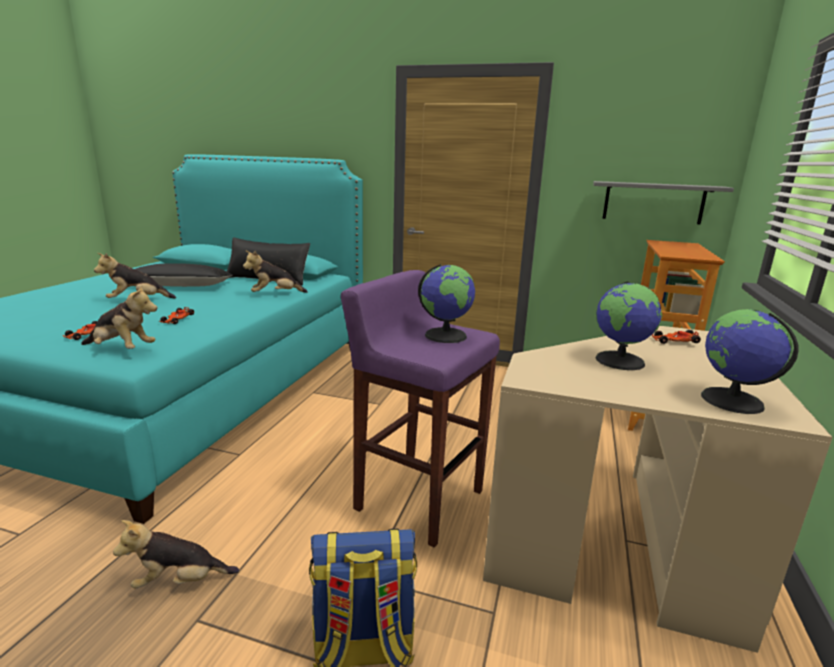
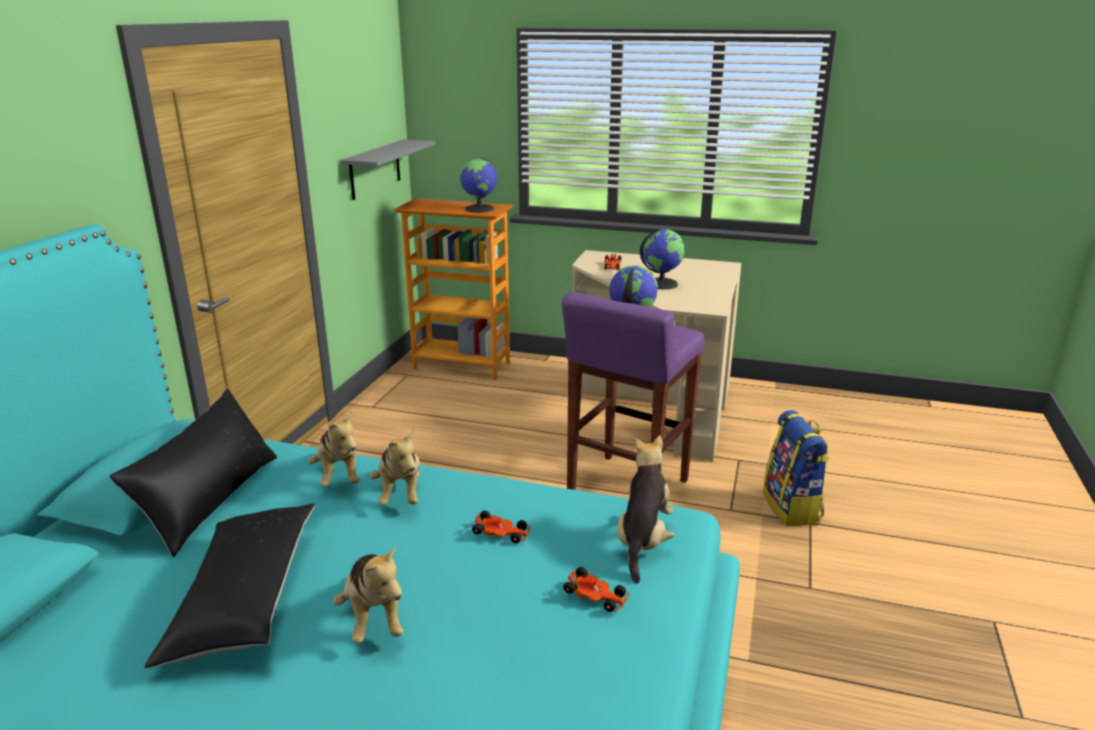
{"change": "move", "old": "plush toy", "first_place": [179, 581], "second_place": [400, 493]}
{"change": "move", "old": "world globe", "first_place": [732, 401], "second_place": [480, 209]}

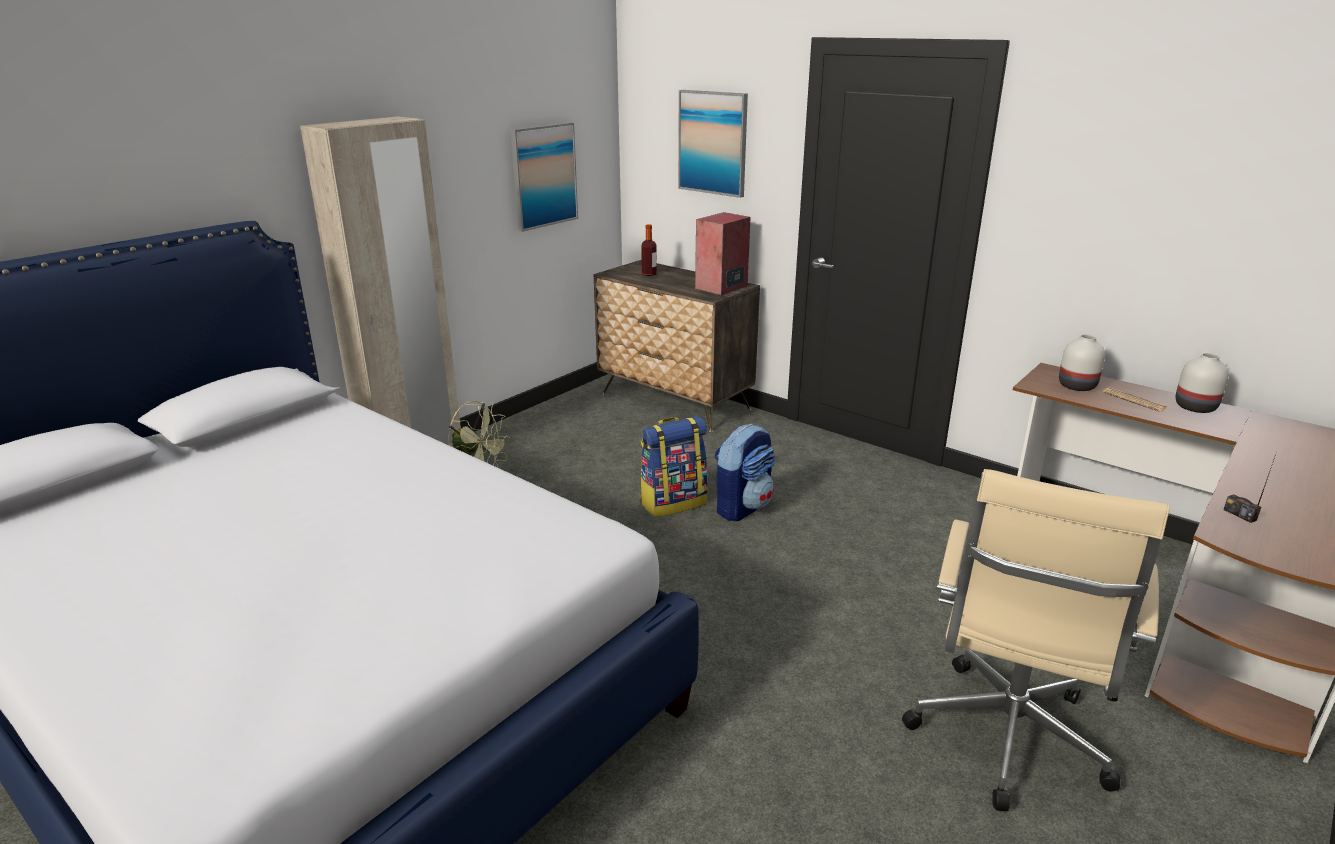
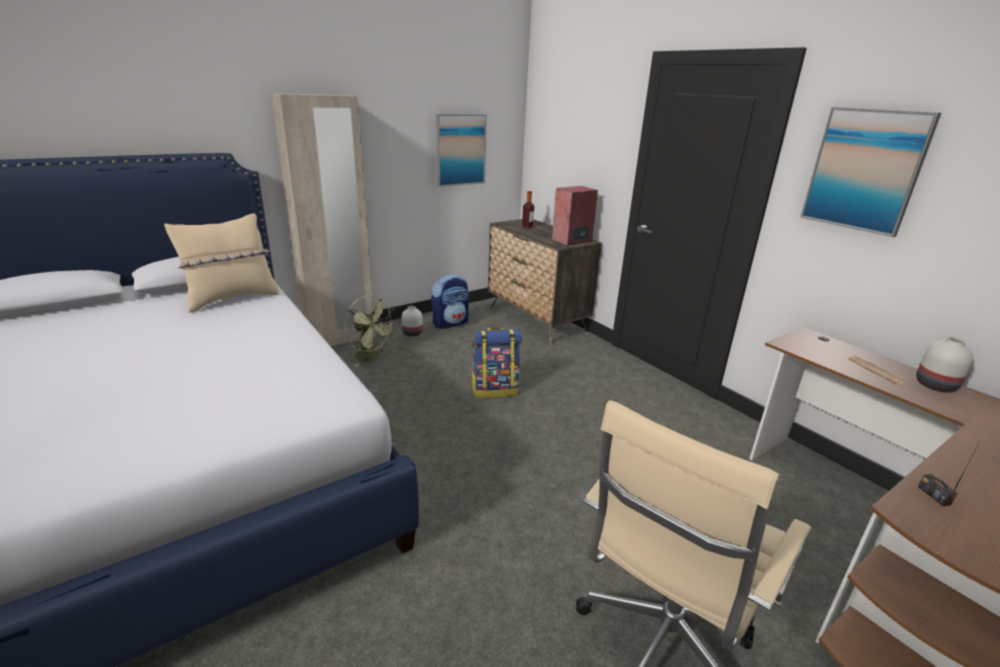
{"change": "insert", "new": "cushion in sand-coloured", "second_place": [232, 299]}
{"change": "move", "old": "wall art", "first_place": [713, 143], "second_place": [865, 170]}
{"change": "move", "old": "rucksack", "first_place": [742, 507], "second_place": [451, 323]}
{"change": "move", "old": "flower vase in white-coloured", "first_place": [1078, 386], "second_place": [413, 333]}

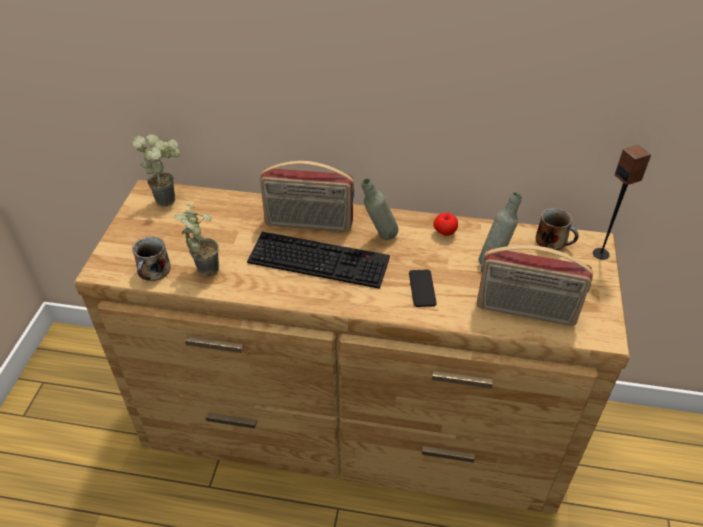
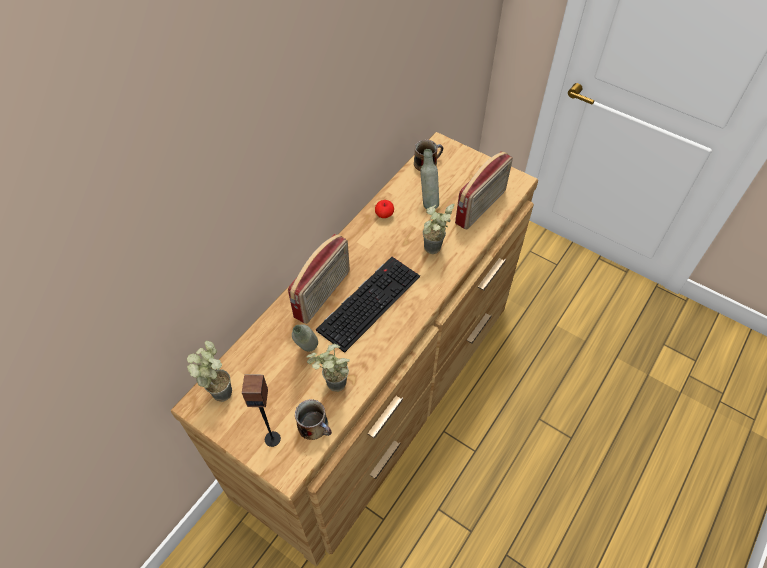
{"change": "move", "old": "bottle in grey", "first_place": [379, 237], "second_place": [307, 353]}
{"change": "move", "old": "speaker", "first_place": [601, 254], "second_place": [272, 438]}
{"change": "replace", "old": "phone", "new": "houseplant", "first_place": [422, 288], "second_place": [432, 252]}

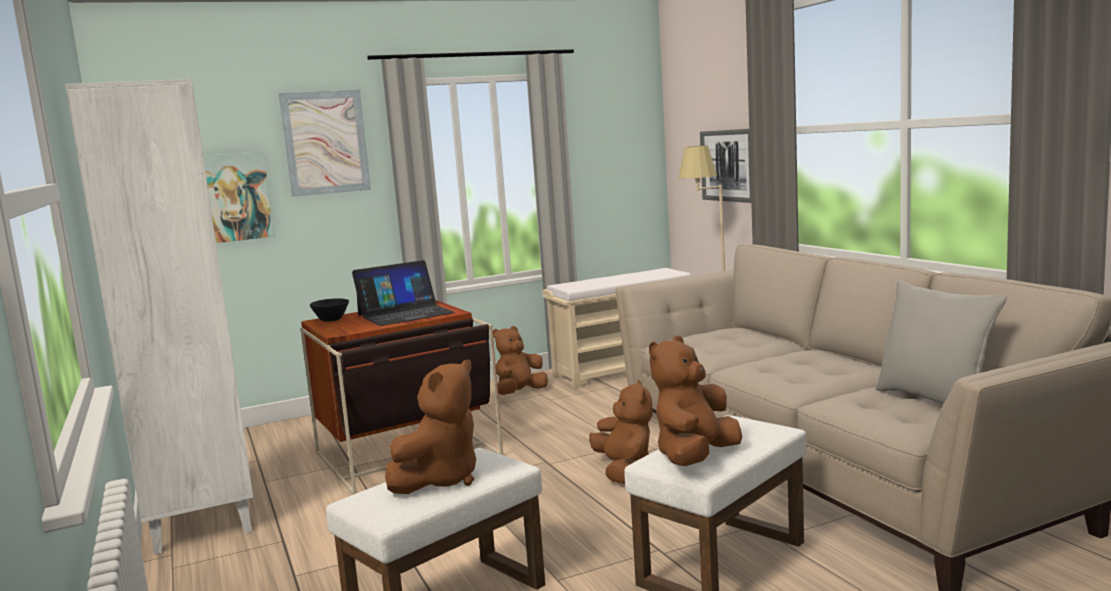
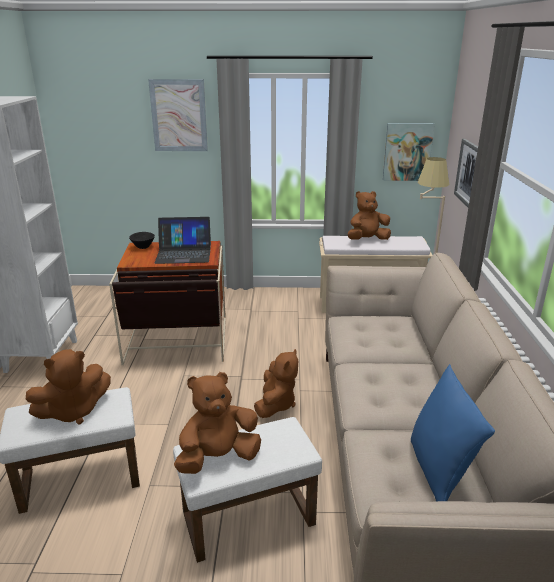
{"change": "move", "old": "wall art", "first_place": [232, 197], "second_place": [407, 152]}
{"change": "move", "old": "plush toy in brownish", "first_place": [519, 393], "second_place": [367, 240]}
{"change": "recolor", "old": "cushion in grey", "new": "cushion in blue-coloured", "first_place": [935, 400], "second_place": [439, 472]}

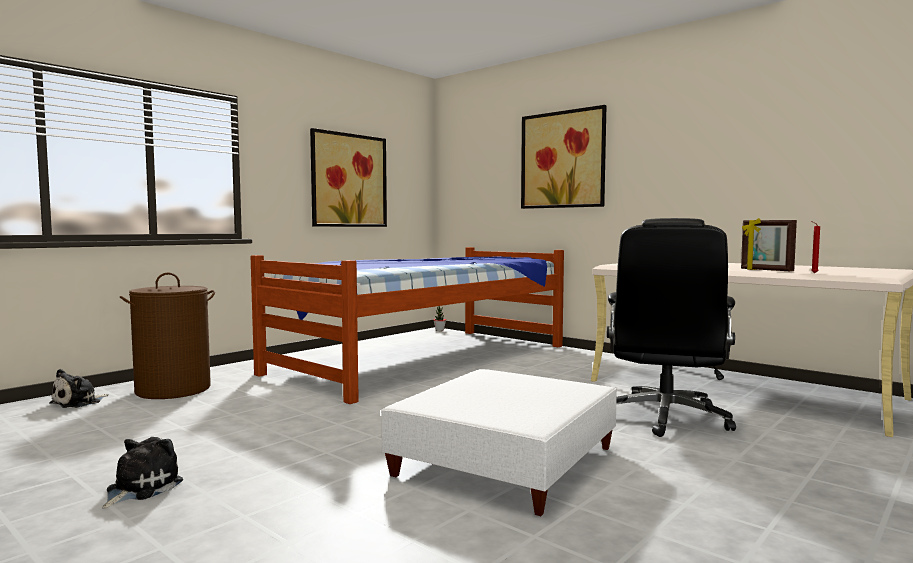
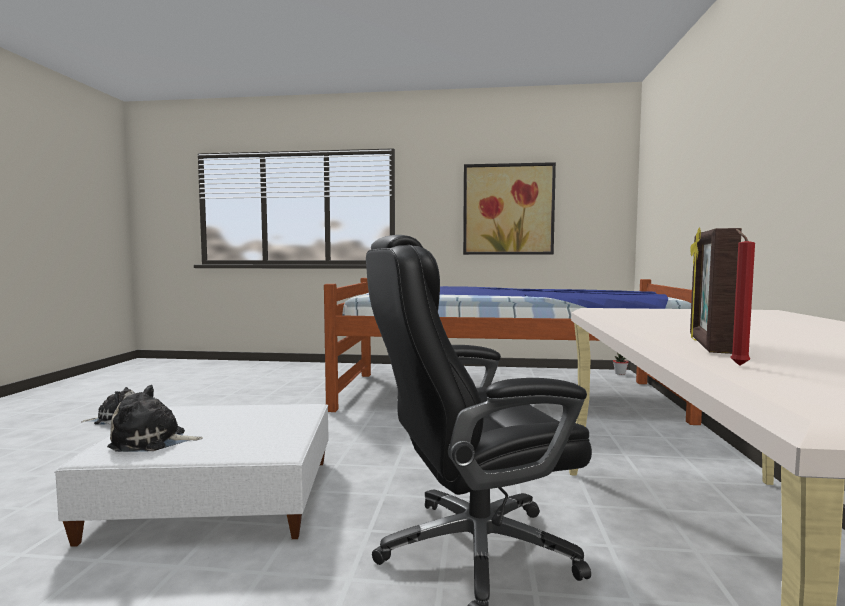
{"change": "delete", "old": "washing basket in brownish", "first_place": [173, 389]}
{"change": "delete", "old": "wall art", "first_place": [562, 160]}
{"change": "move", "old": "plush toy", "first_place": [79, 402], "second_place": [152, 441]}

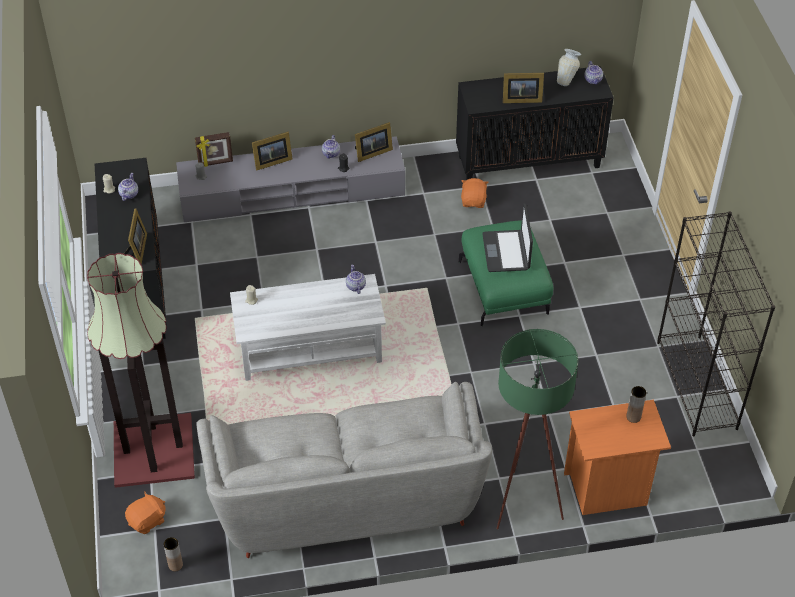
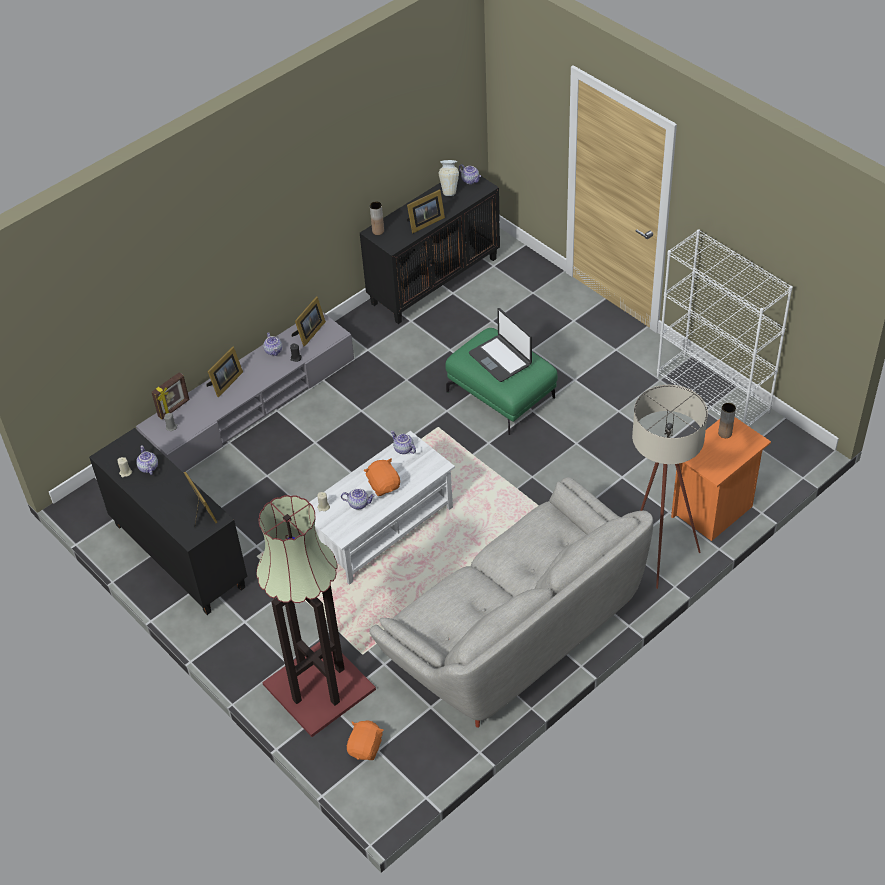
{"change": "insert", "new": "teapot", "second_place": [359, 503]}
{"change": "move", "old": "flower vase in brownish", "first_place": [175, 565], "second_place": [378, 231]}
{"change": "move", "old": "plush toy in orange-coloured", "first_place": [473, 201], "second_place": [384, 485]}
{"change": "recolor", "old": "floor lamp in green-coloured", "new": "floor lamp in sand-coloured", "first_place": [522, 499], "second_place": [656, 554]}
{"change": "recolor", "old": "shelving unit in black", "new": "shelving unit in white-coloured", "first_place": [697, 385], "second_place": [713, 394]}

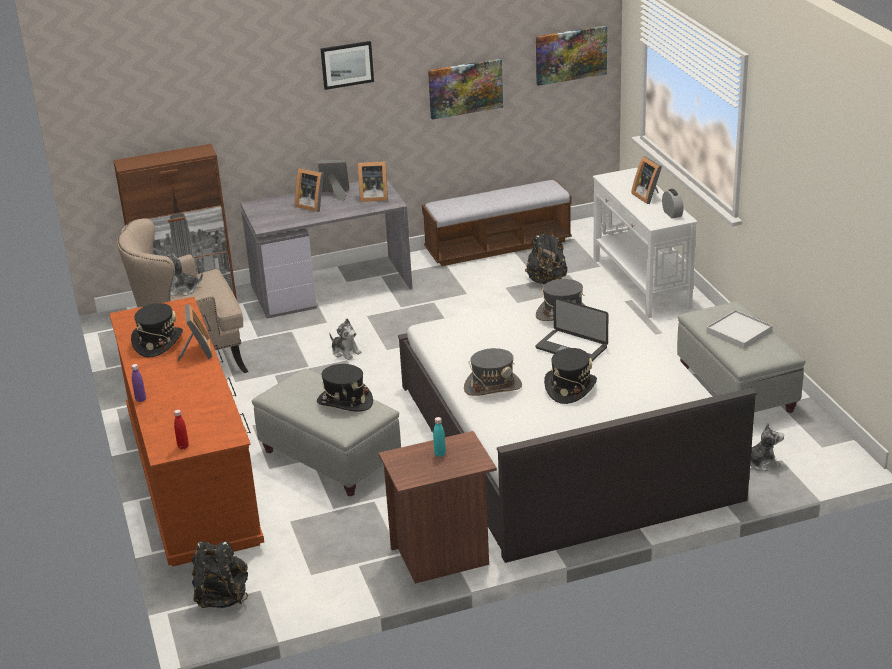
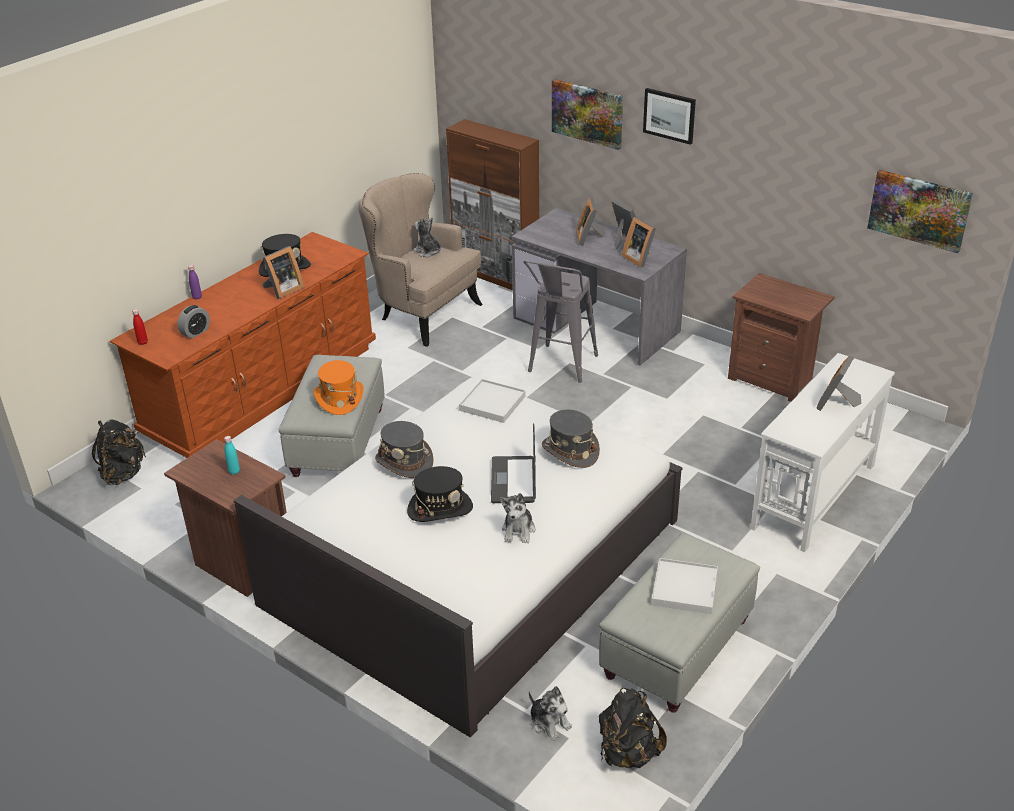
{"change": "insert", "new": "carrying tray in white-coloured", "second_place": [492, 403]}
{"change": "insert", "new": "sitting stool in grey", "second_place": [560, 368]}
{"change": "move", "old": "plush toy", "first_place": [345, 352], "second_place": [518, 530]}
{"change": "move", "old": "wall art", "first_place": [465, 88], "second_place": [587, 113]}
{"change": "move", "old": "rucksack in black", "first_place": [547, 281], "second_place": [628, 753]}
{"change": "move", "old": "alarm clock", "first_place": [672, 214], "second_place": [195, 332]}
{"change": "replace", "old": "bench", "new": "nightstand in brownish", "first_place": [498, 246], "second_place": [773, 379]}
{"change": "recolor", "old": "hat in black", "new": "hat in orange-coloured", "first_place": [344, 402], "second_place": [339, 398]}

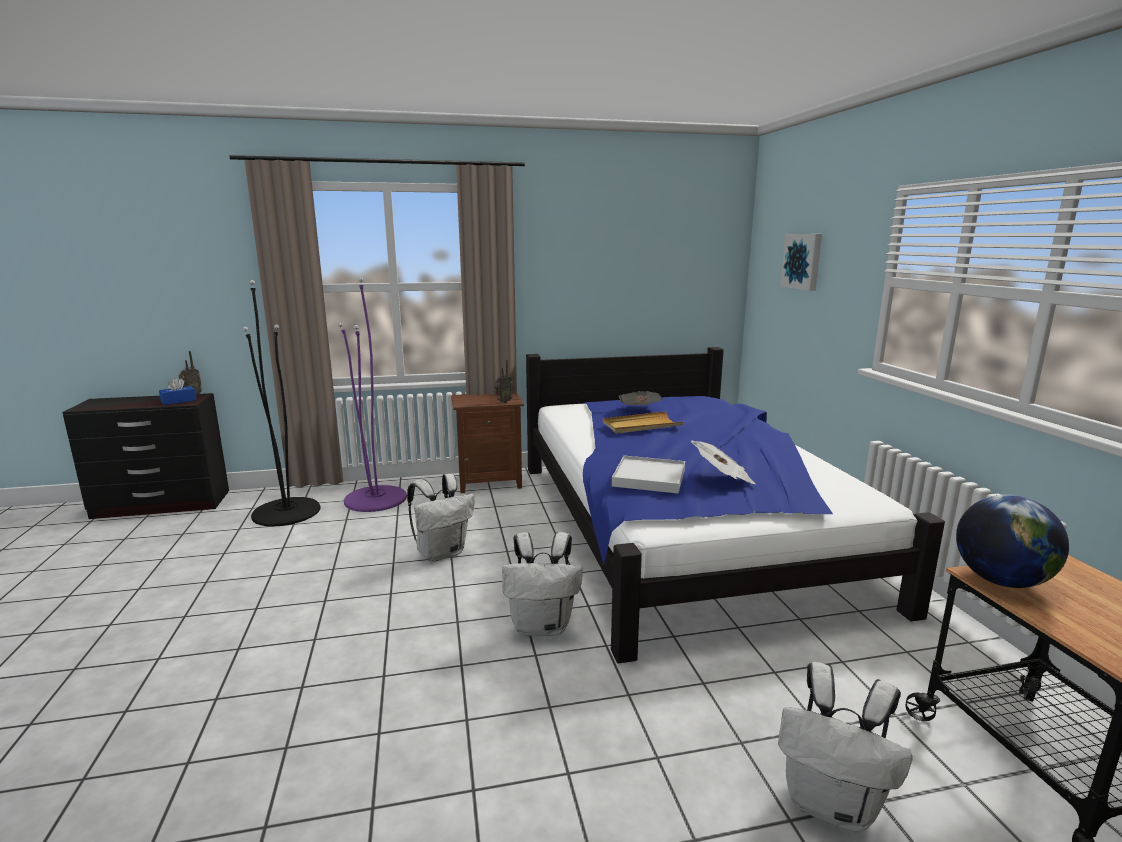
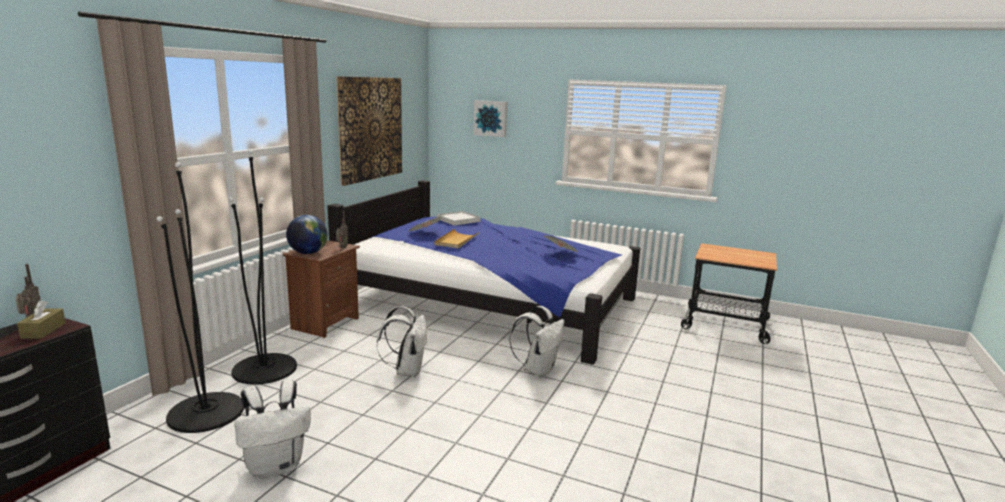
{"change": "insert", "new": "wall art", "second_place": [370, 129]}
{"change": "move", "old": "carrying tray in white-coloured", "first_place": [649, 478], "second_place": [458, 220]}
{"change": "move", "old": "rucksack in white-coloured", "first_place": [832, 804], "second_place": [276, 466]}
{"change": "move", "old": "world globe", "first_place": [1001, 581], "second_place": [308, 253]}
{"change": "recolor", "old": "tissue box in blue-coloured", "new": "tissue box in brownish", "first_place": [178, 401], "second_place": [43, 330]}
{"change": "recolor", "old": "floor lamp in purplish", "new": "floor lamp in black", "first_place": [375, 499], "second_place": [264, 369]}

